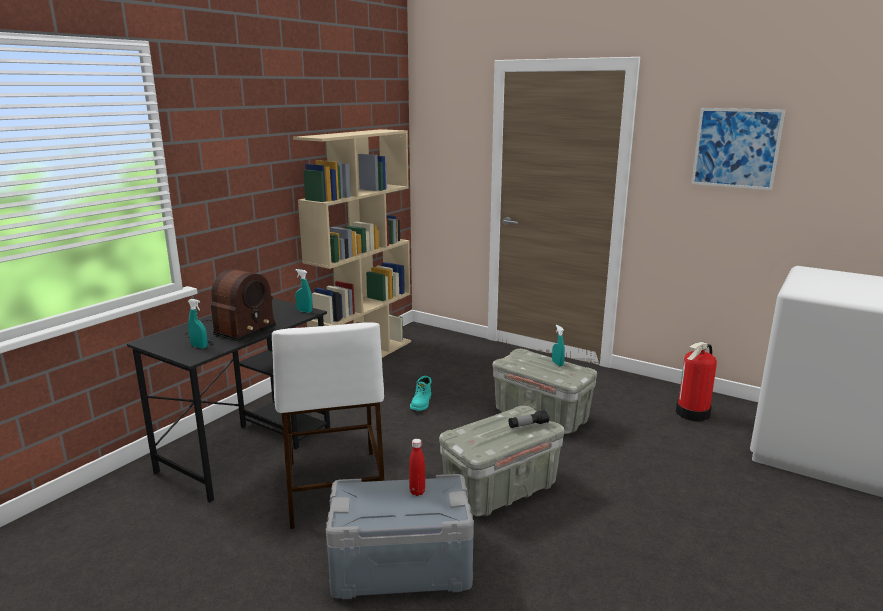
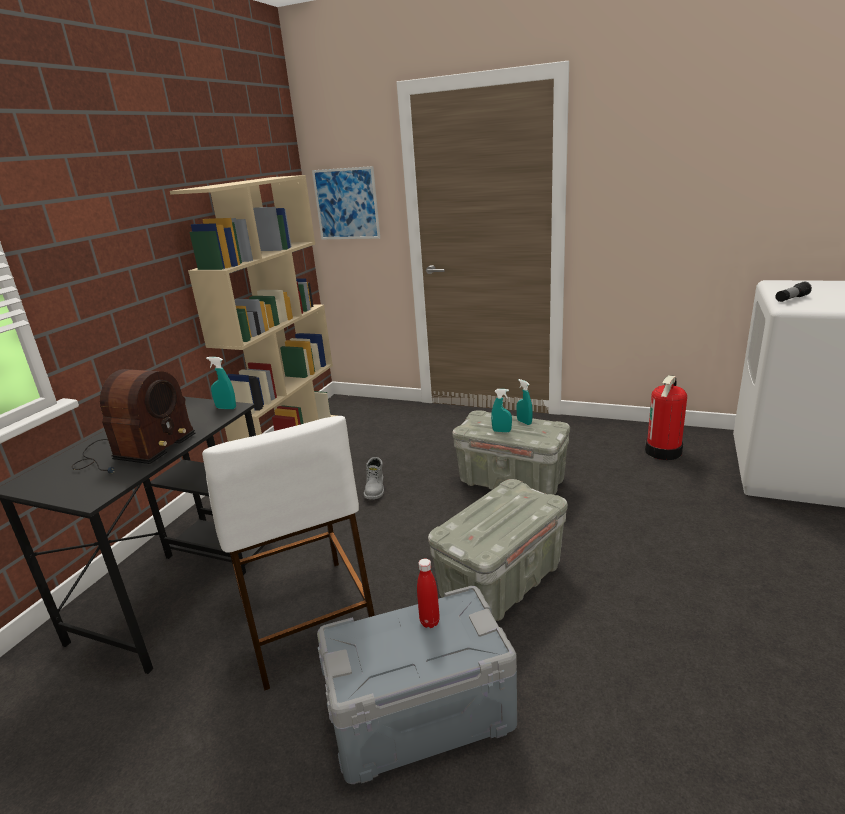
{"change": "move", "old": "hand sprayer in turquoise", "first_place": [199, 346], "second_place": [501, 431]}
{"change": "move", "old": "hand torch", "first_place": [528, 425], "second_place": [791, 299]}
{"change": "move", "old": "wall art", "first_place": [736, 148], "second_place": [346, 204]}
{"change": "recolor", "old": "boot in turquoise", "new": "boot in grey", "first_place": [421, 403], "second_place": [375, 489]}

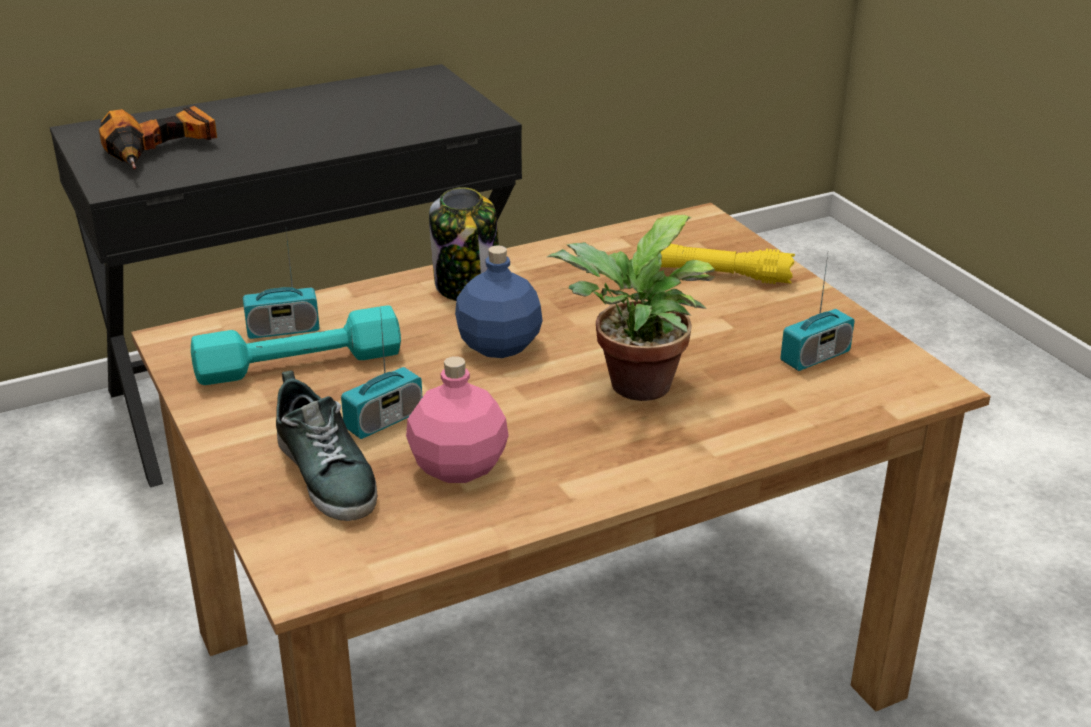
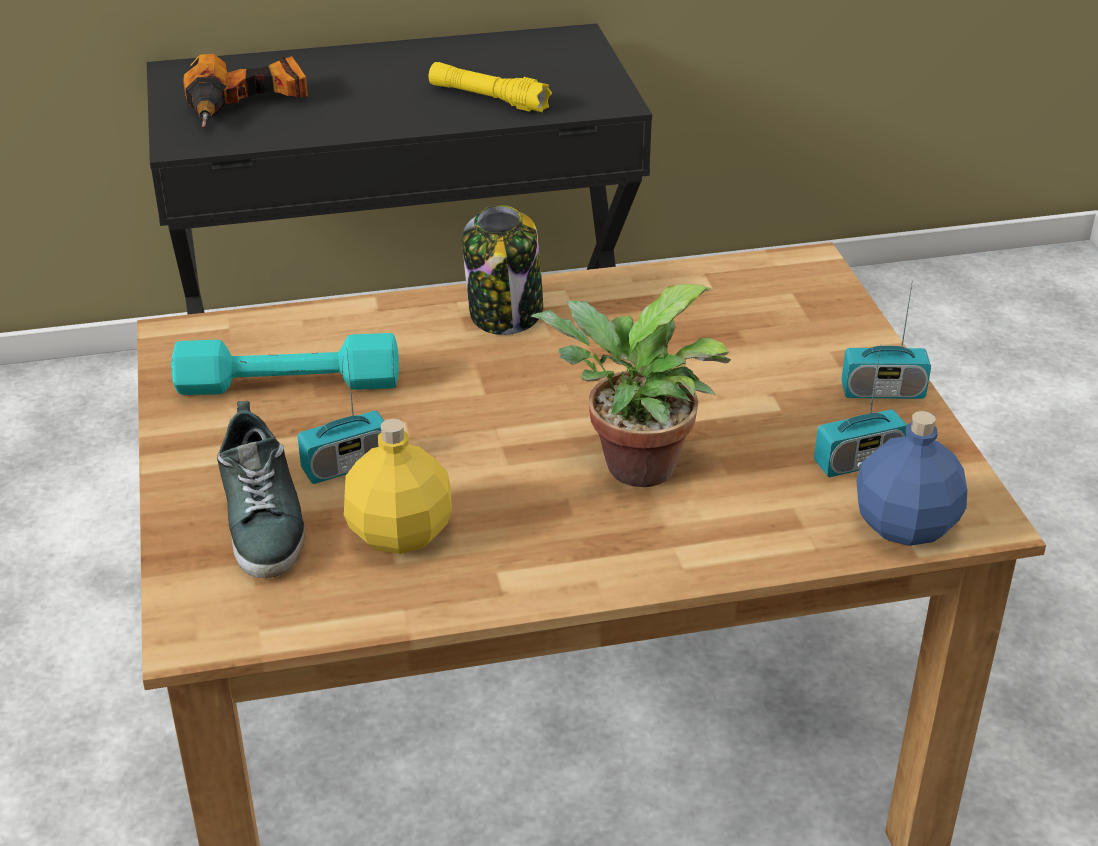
{"change": "move", "old": "radio", "first_place": [283, 330], "second_place": [882, 392]}
{"change": "move", "old": "bottle in blue-coloured", "first_place": [497, 345], "second_place": [903, 525]}
{"change": "move", "old": "hand torch in yellow-coloured", "first_place": [722, 275], "second_place": [488, 99]}
{"change": "recolor", "old": "bottle in pink", "new": "bottle in yellow-coloured", "first_place": [459, 466], "second_place": [401, 533]}

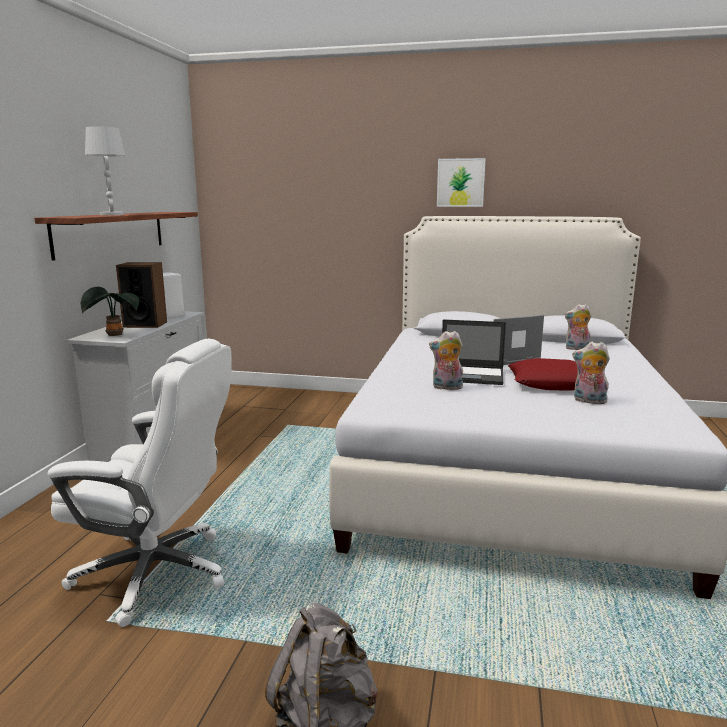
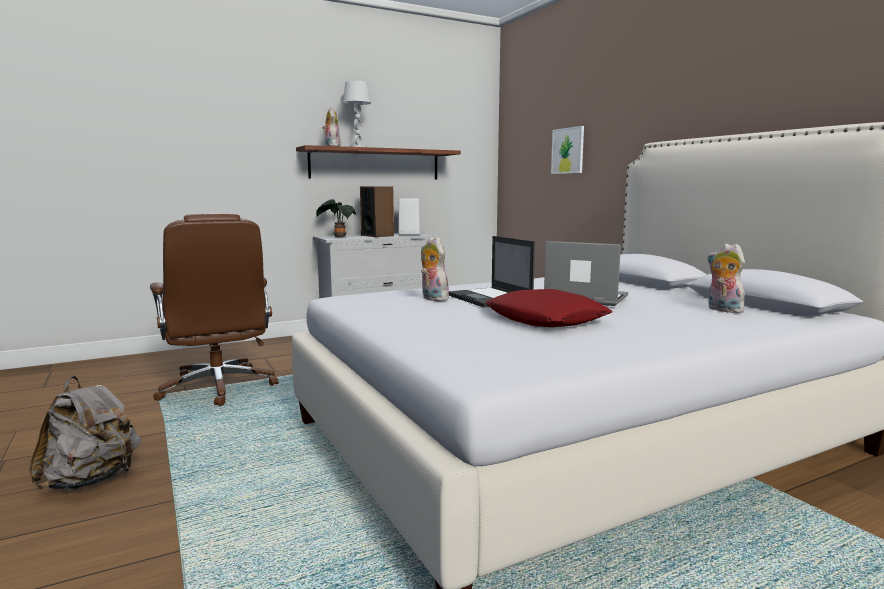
{"change": "move", "old": "wall art", "first_place": [460, 182], "second_place": [568, 150]}
{"change": "move", "old": "plush toy", "first_place": [588, 401], "second_place": [331, 146]}
{"change": "recolor", "old": "office chair in white-coloured", "new": "office chair in brownish", "first_place": [157, 573], "second_place": [218, 387]}

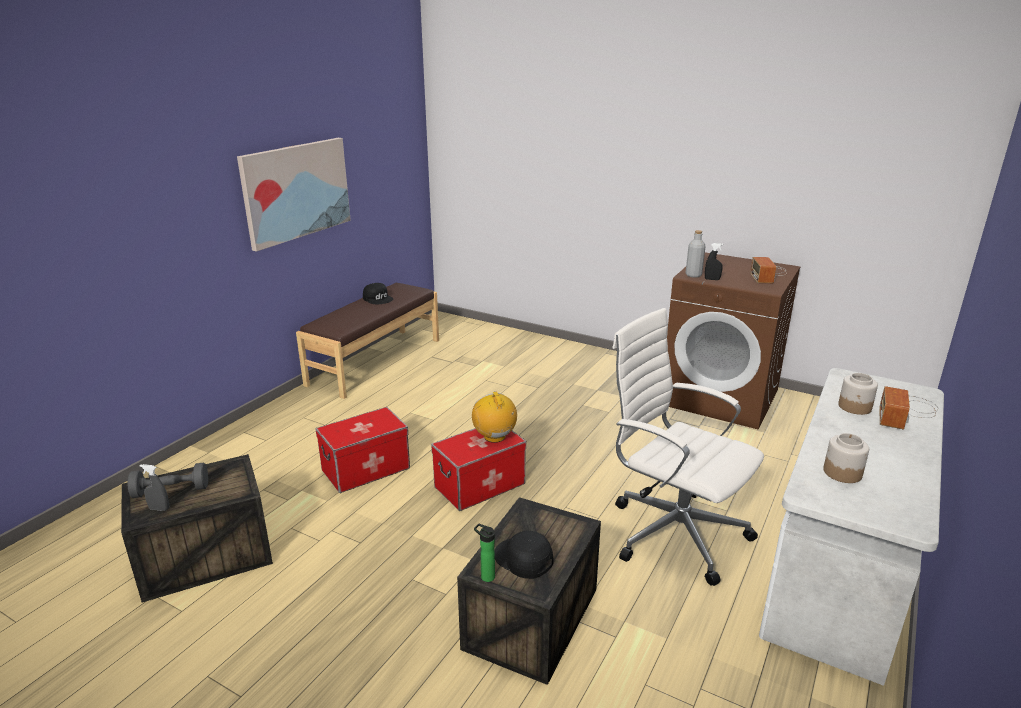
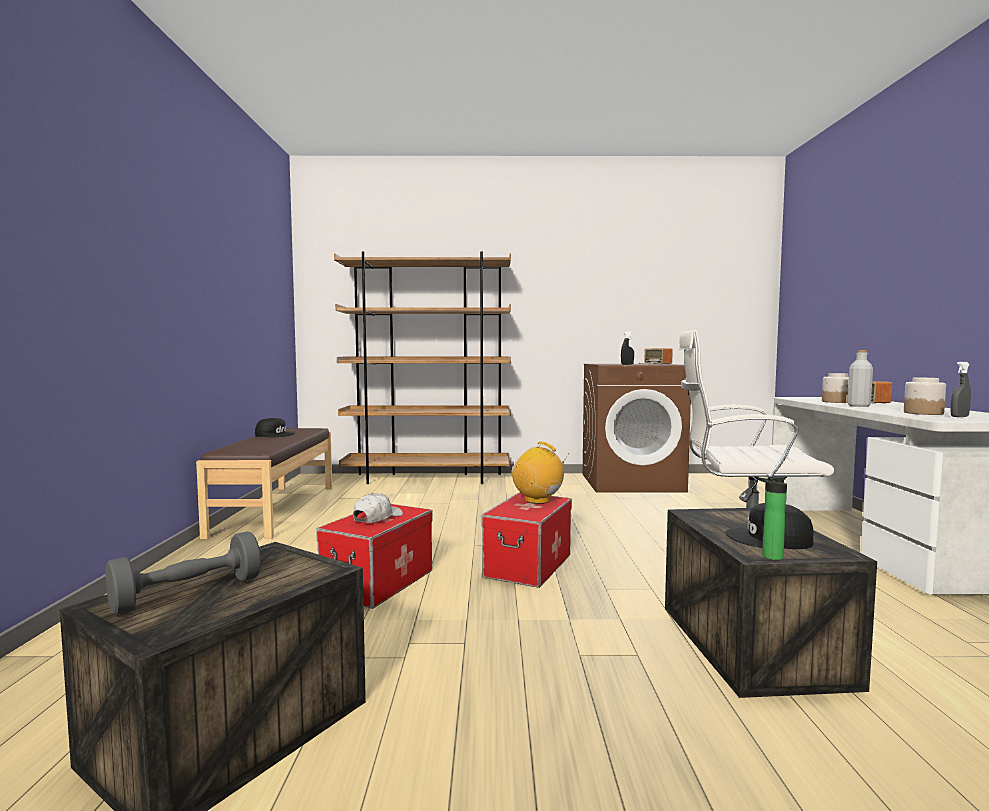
{"change": "delete", "old": "wall art", "first_place": [296, 191]}
{"change": "insert", "new": "shelving unit in brownish", "second_place": [428, 478]}
{"change": "insert", "new": "cap in white-coloured", "second_place": [377, 518]}
{"change": "move", "old": "hand sprayer in grey", "first_place": [159, 508], "second_place": [959, 417]}
{"change": "move", "old": "bottle in grey", "first_place": [693, 275], "second_place": [858, 406]}

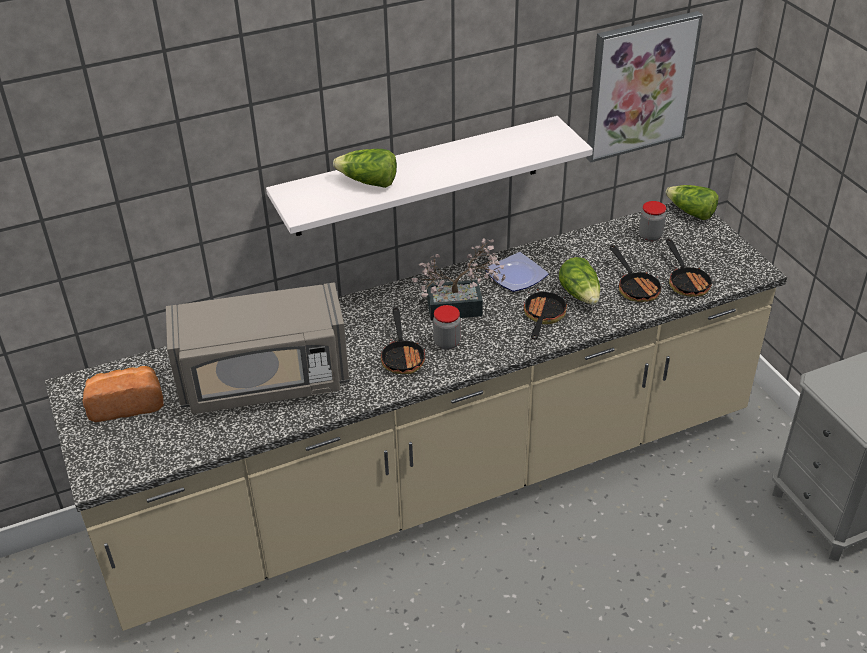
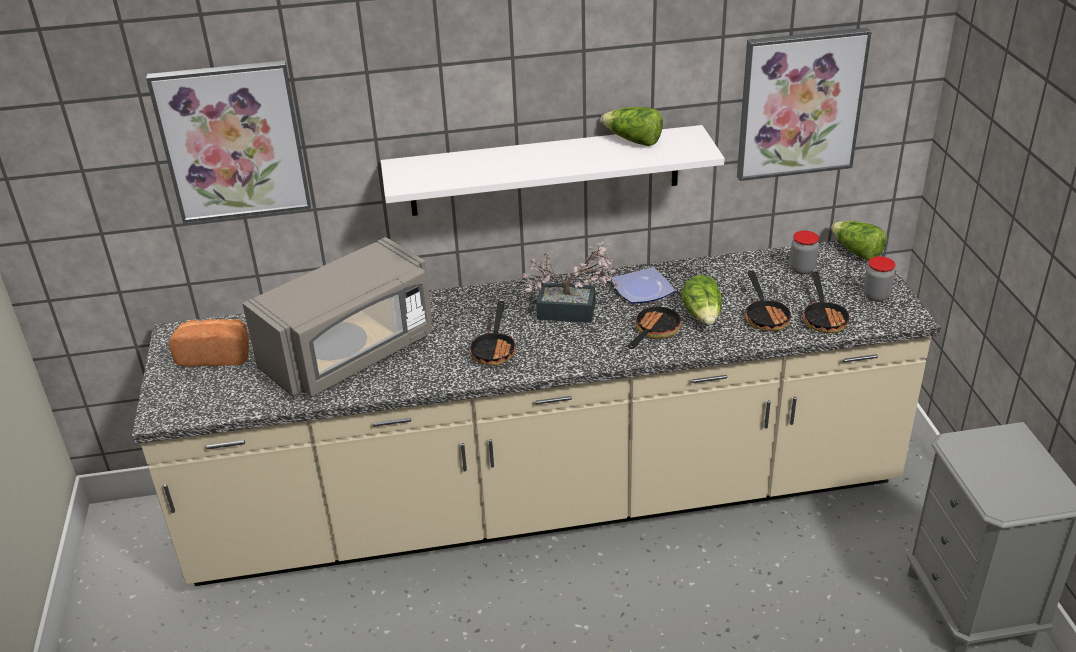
{"change": "insert", "new": "wall art", "second_place": [232, 141]}
{"change": "move", "old": "lettuce", "first_place": [368, 182], "second_place": [633, 141]}
{"change": "move", "old": "storage jar", "first_place": [447, 342], "second_place": [876, 296]}
{"change": "rotate", "old": "microwave in grey", "first_place": [264, 381], "second_place": [351, 353], "degrees": -45}

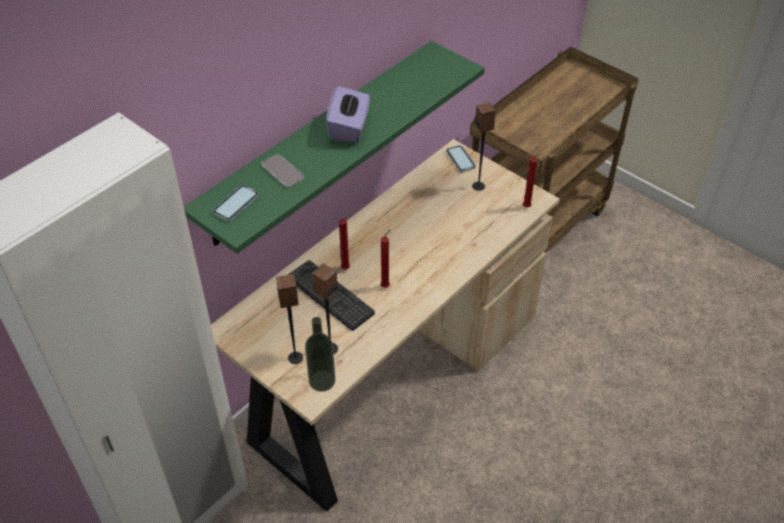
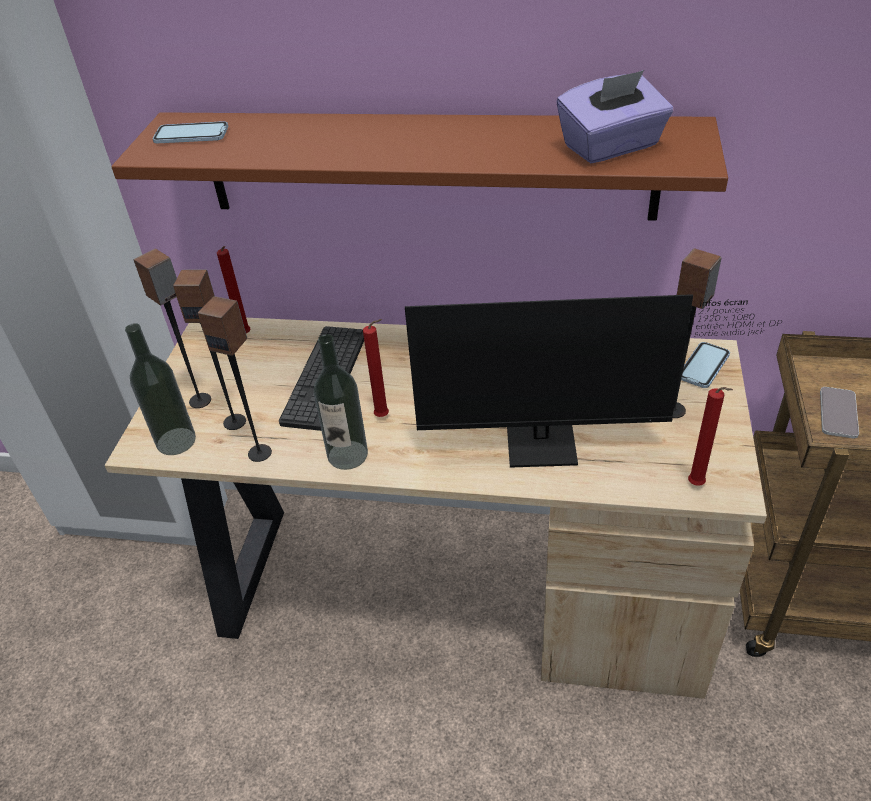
{"change": "insert", "new": "speaker", "second_place": [260, 452]}
{"change": "insert", "new": "bottle", "second_place": [347, 455]}
{"change": "insert", "new": "monitor", "second_place": [554, 444]}
{"change": "move", "old": "phone", "first_place": [282, 172], "second_place": [838, 413]}
{"change": "move", "old": "tissue box in purplish", "first_place": [349, 128], "second_place": [611, 147]}
{"change": "move", "old": "candle in red-coloured", "first_place": [347, 269], "second_place": [245, 335]}
{"change": "recolor", "old": "bracket shelf in green-coloured", "new": "bracket shelf in brownish", "first_place": [320, 142], "second_place": [427, 165]}

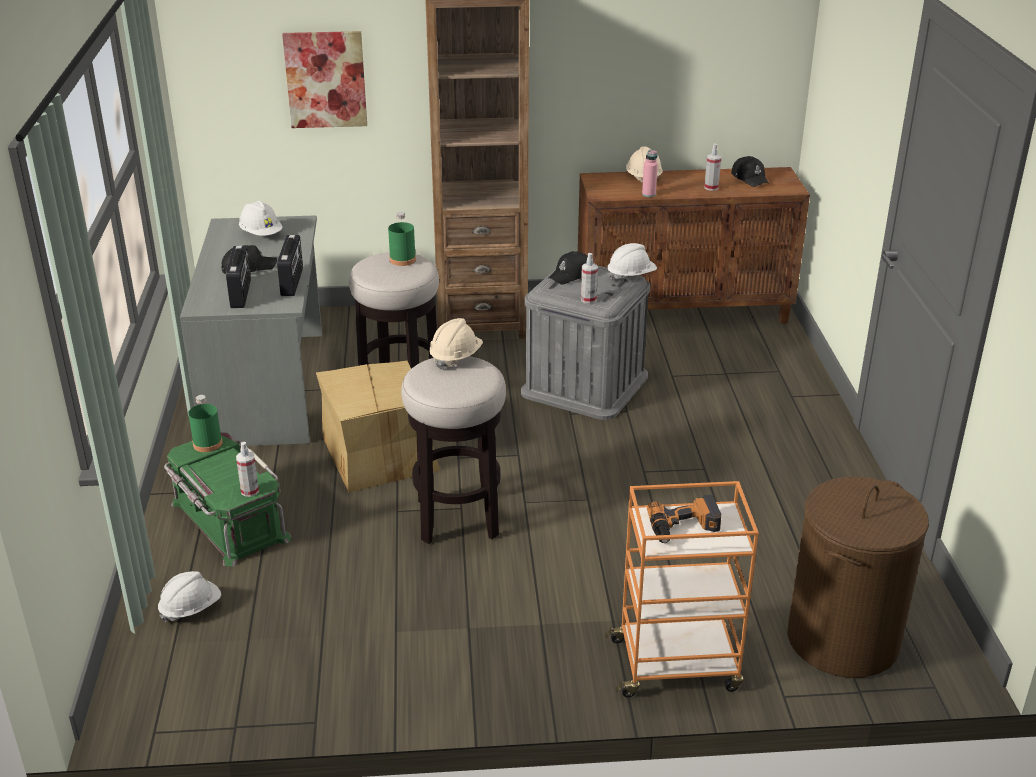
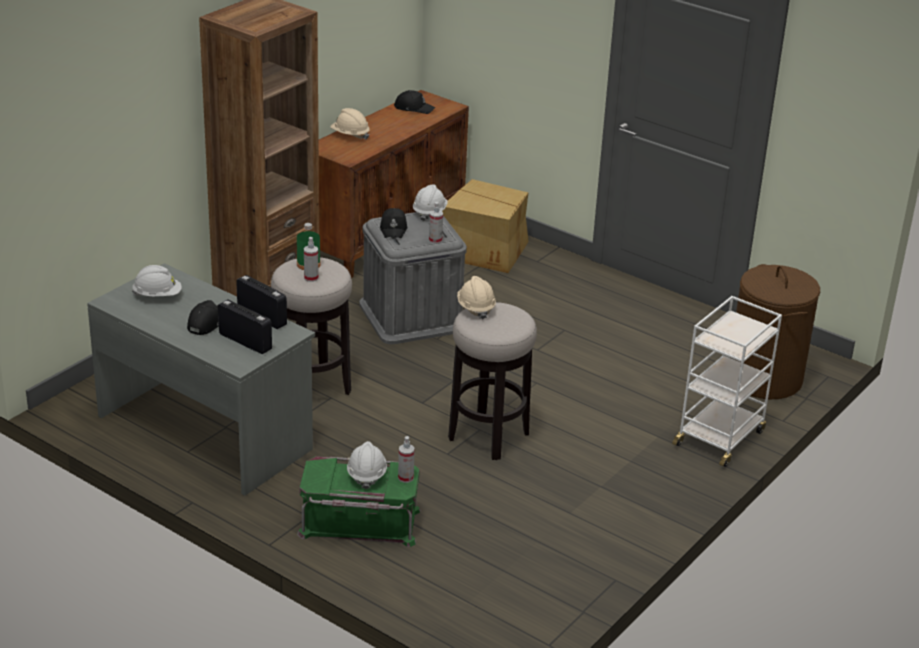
{"change": "delete", "old": "bottle in green-coloured", "first_place": [207, 444]}
{"change": "delete", "old": "wall art", "first_place": [325, 79]}
{"change": "delete", "old": "bottle in pink", "first_place": [648, 194]}
{"change": "delete", "old": "electric drill", "first_place": [684, 527]}
{"change": "move", "old": "safety helmet in white-coloured", "first_place": [191, 609], "second_place": [366, 475]}
{"change": "move", "old": "cardboard box", "first_place": [380, 454], "second_place": [484, 250]}
{"change": "move", "old": "hand sprayer", "first_place": [711, 187], "second_place": [311, 278]}
{"change": "recolor", "old": "cart in orange-coloured", "new": "cart in white-coloured", "first_place": [676, 664], "second_place": [719, 437]}

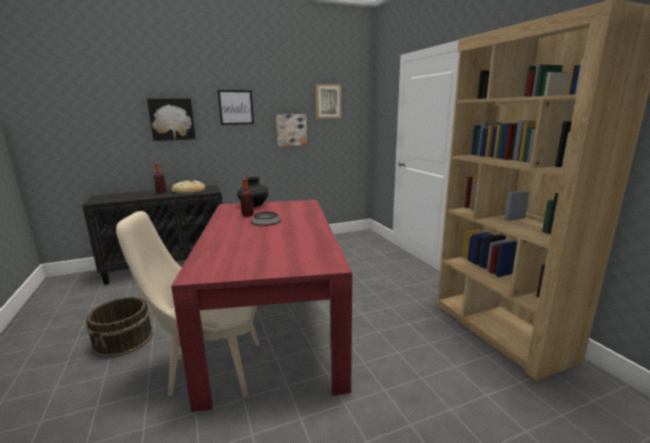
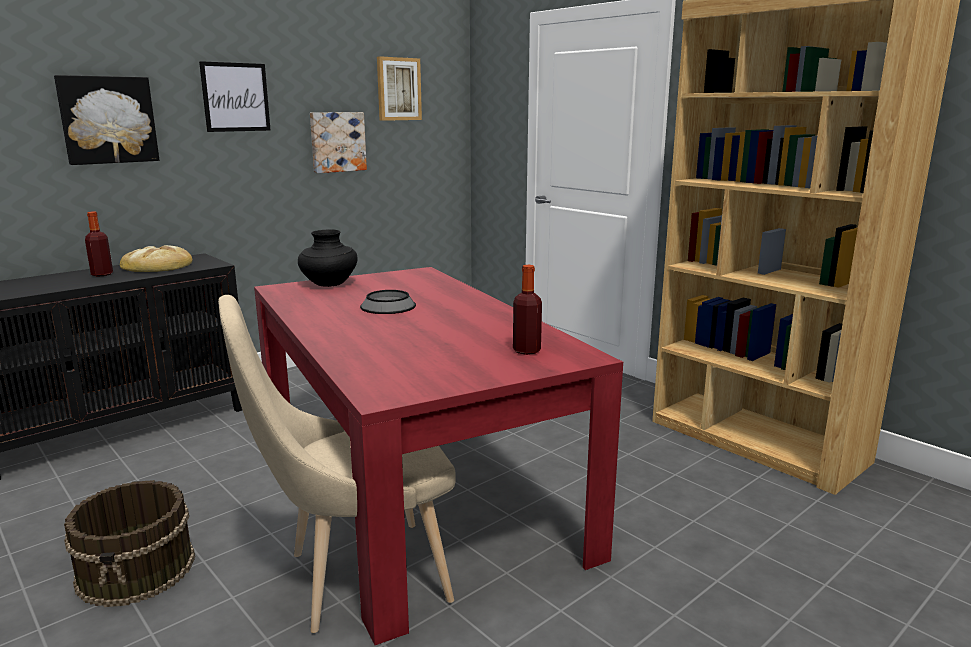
{"change": "move", "old": "bottle", "first_place": [247, 215], "second_place": [526, 350]}

